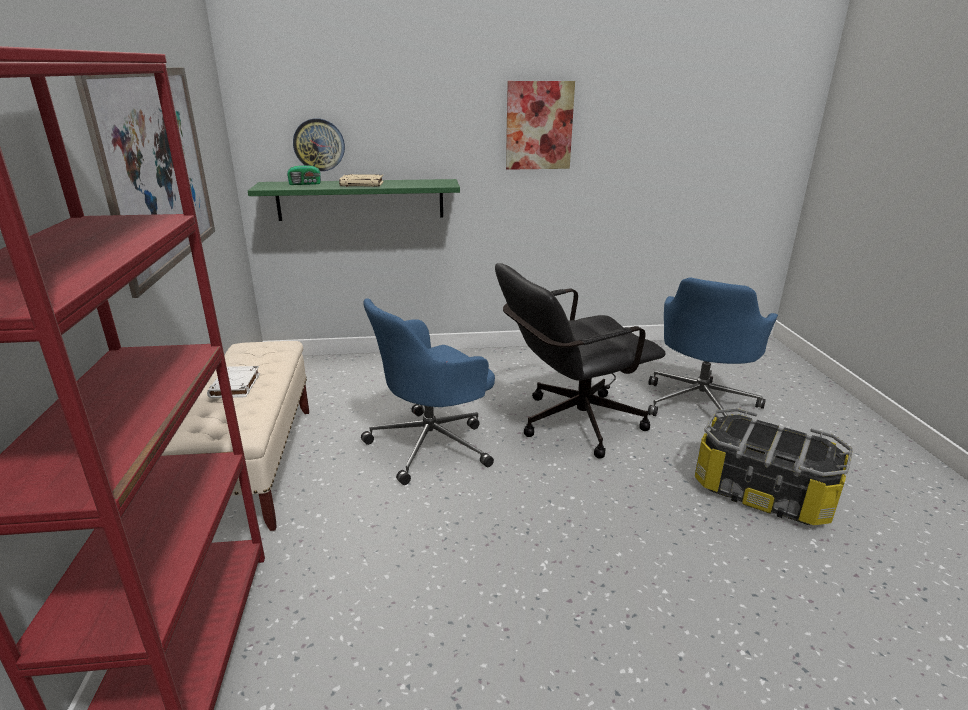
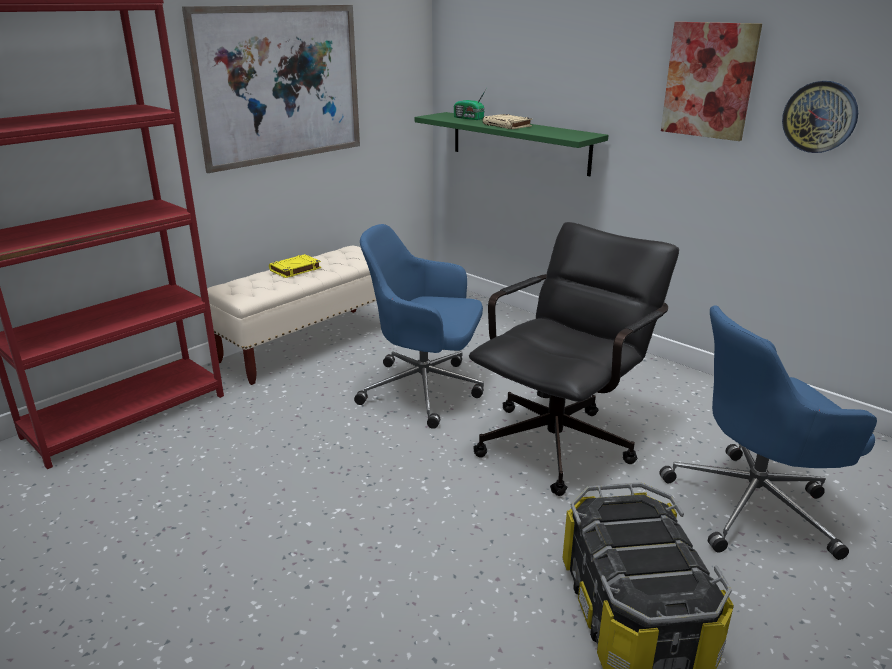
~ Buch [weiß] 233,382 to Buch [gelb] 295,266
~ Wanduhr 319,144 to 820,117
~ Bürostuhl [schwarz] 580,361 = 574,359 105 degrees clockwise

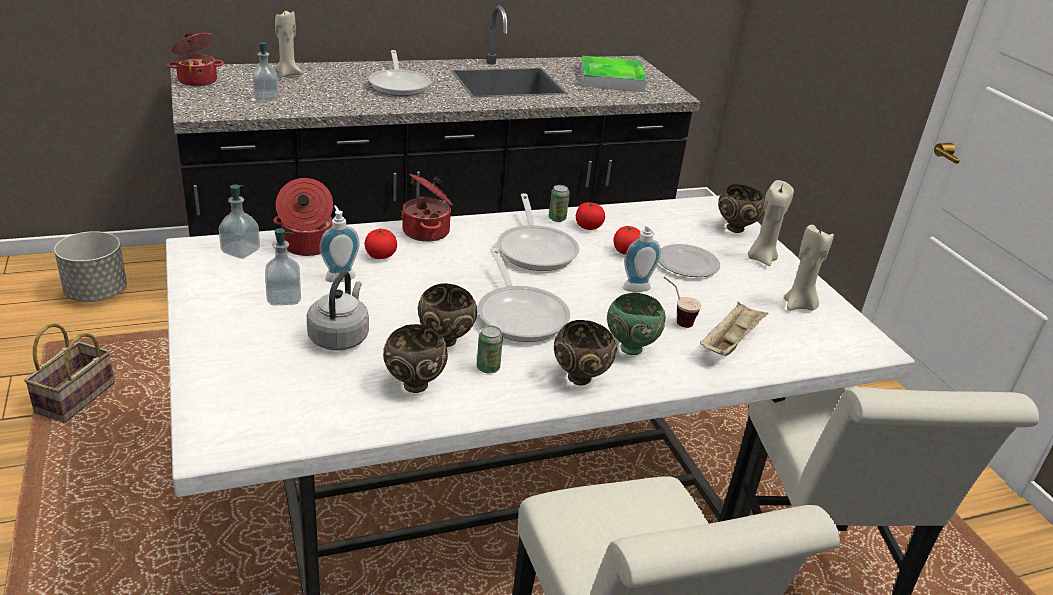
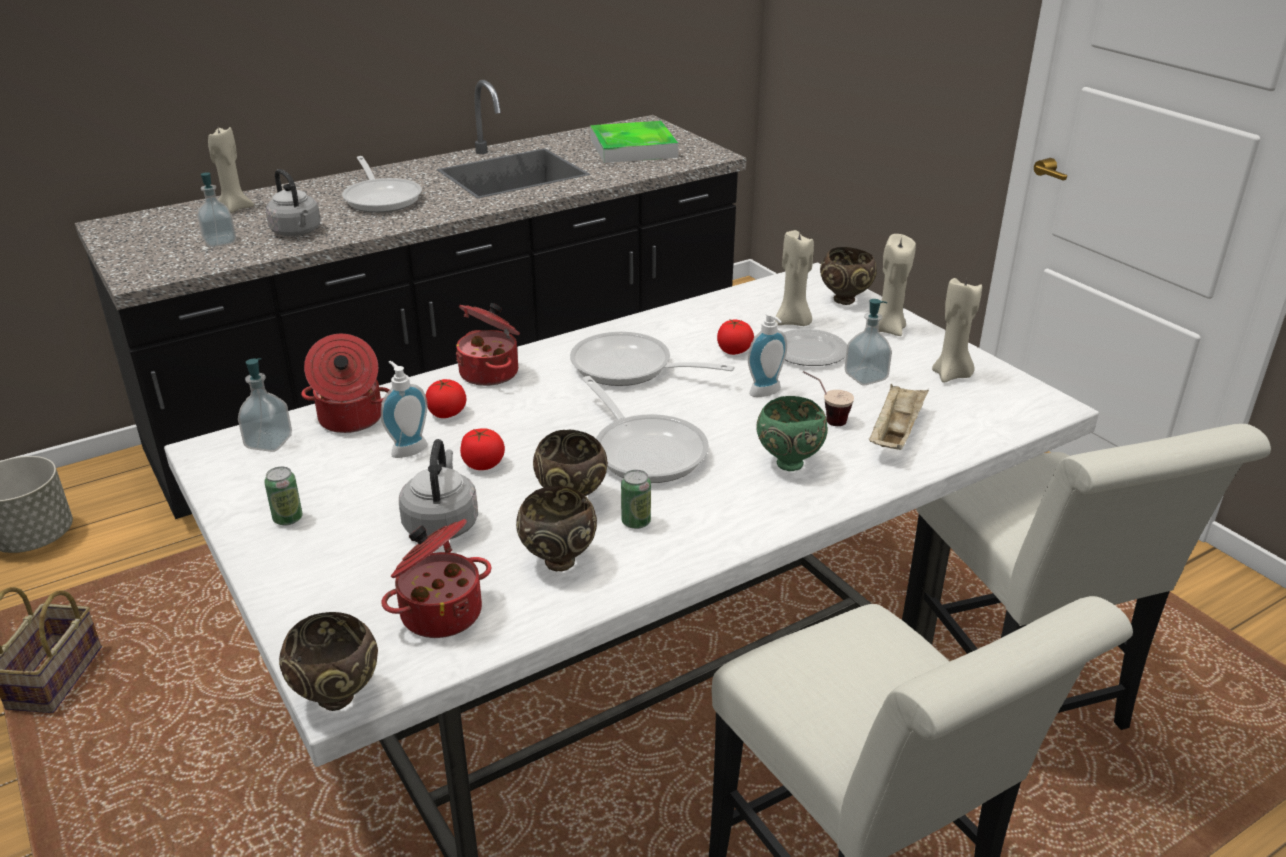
~ Kochtopf 195,59 to 436,578
~ Seifenspender 283,267 to 868,342
~ Pfanne 538,232 = 652,359 135 degrees clockwise
~ Dose 559,203 to 283,496
~ Schüssel [braun] 585,353 to 328,661
~ Tomate 590,216 to 482,449
+ Wasserkessel [grau] 293,202
+ Kerze [beige] 794,278

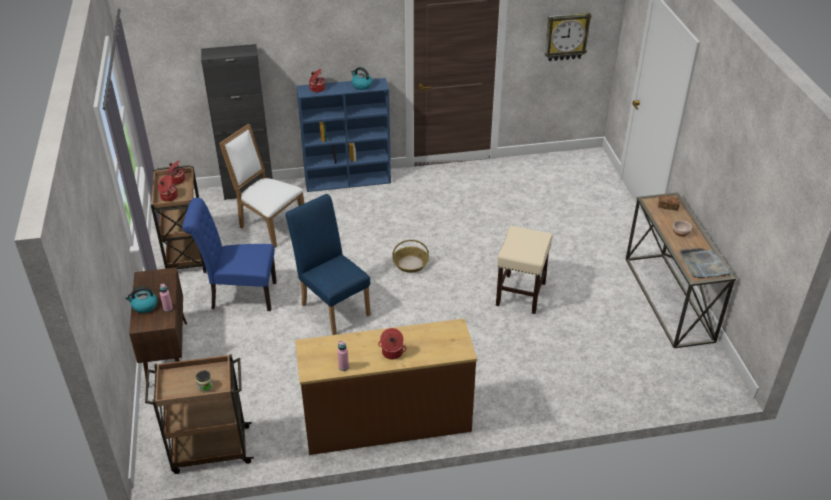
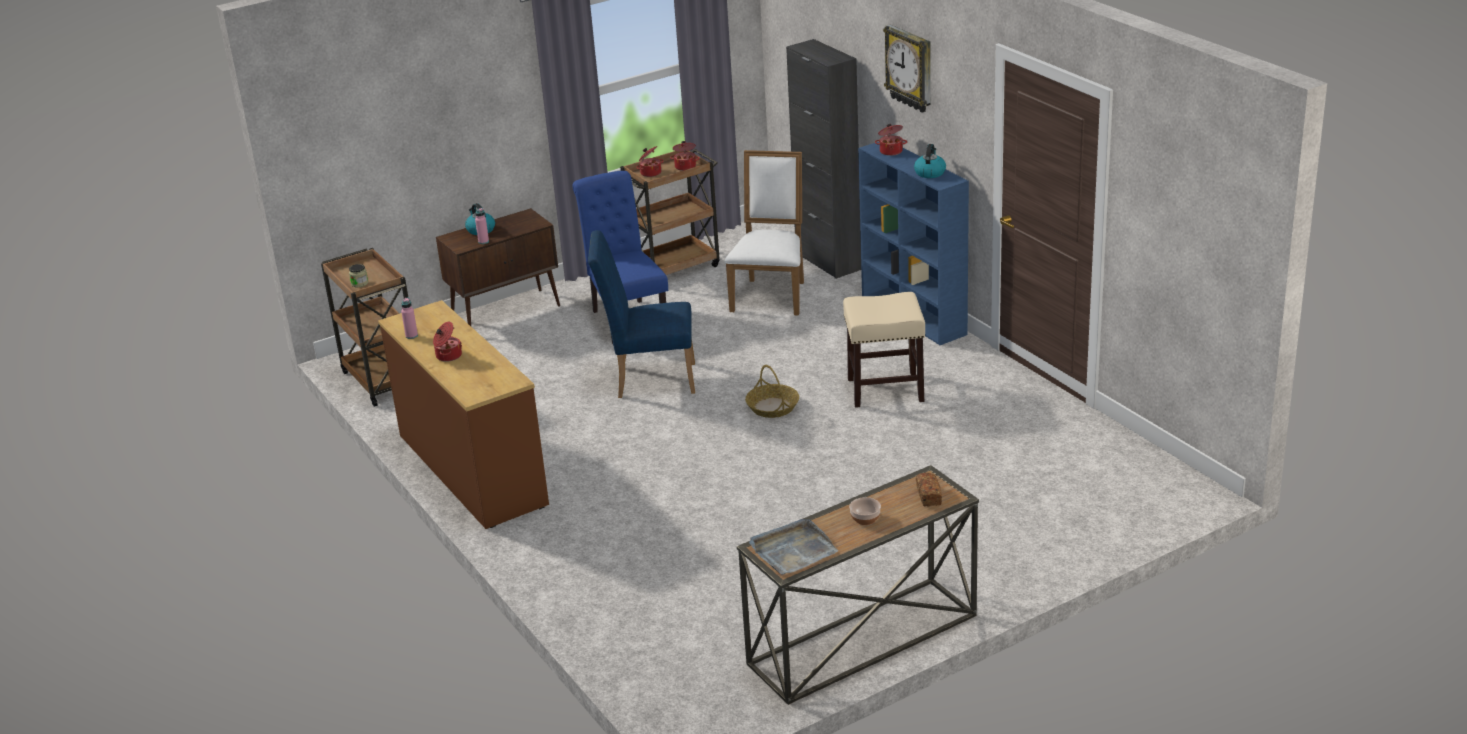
~ Stuhl [blau] 328,264 = 641,314 120 degrees counterclockwise
~ Hocker [beige] 524,270 to 884,350
~ Wanduhr 568,36 to 907,68

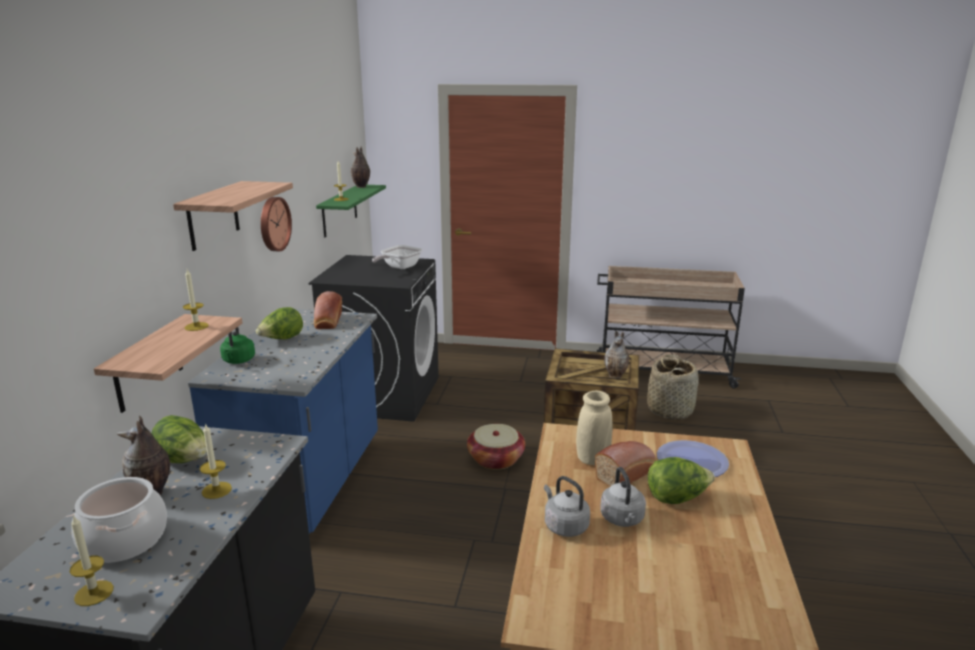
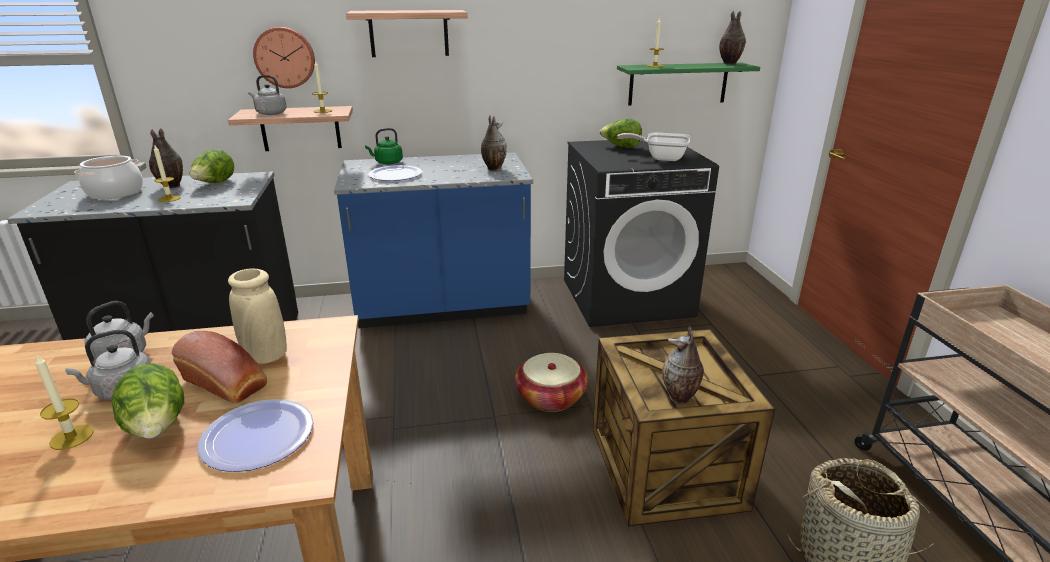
~ Kerze 92,560 to 64,401
~ Salatkopf 279,323 to 621,133
~ Wanduhr 276,224 to 284,57
~ Brot 328,310 to Vase 494,143
+ Wasserkessel [grau] 267,95
+ Teller 395,173

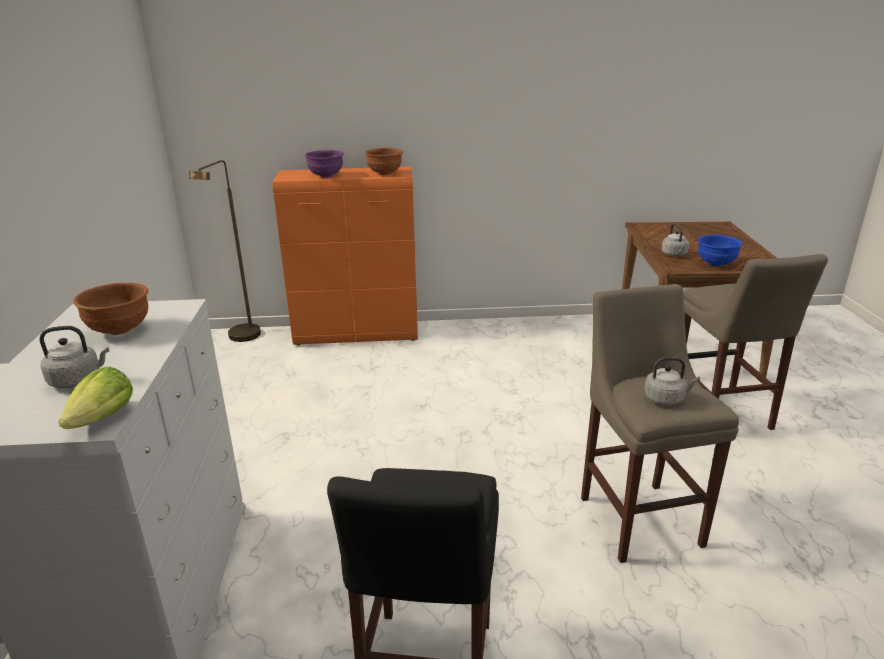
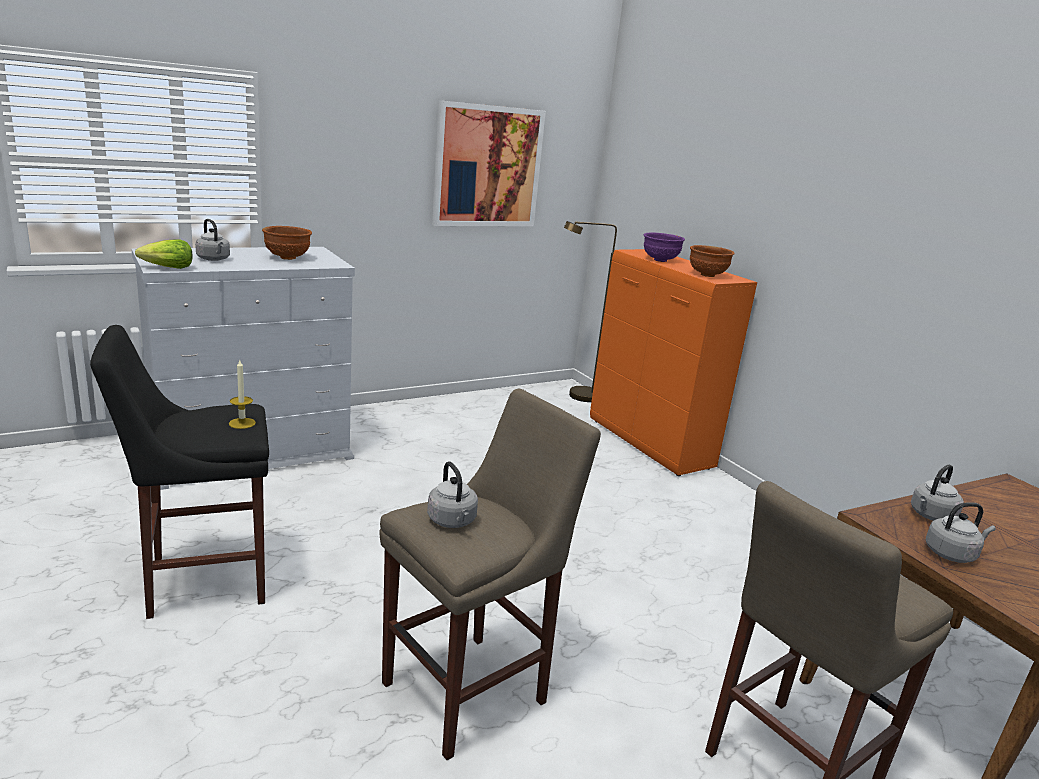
~ Schüssel [blau] 720,250 to Wasserkessel [grau] 961,532
+ Kerze 242,394
+ Bild 489,163

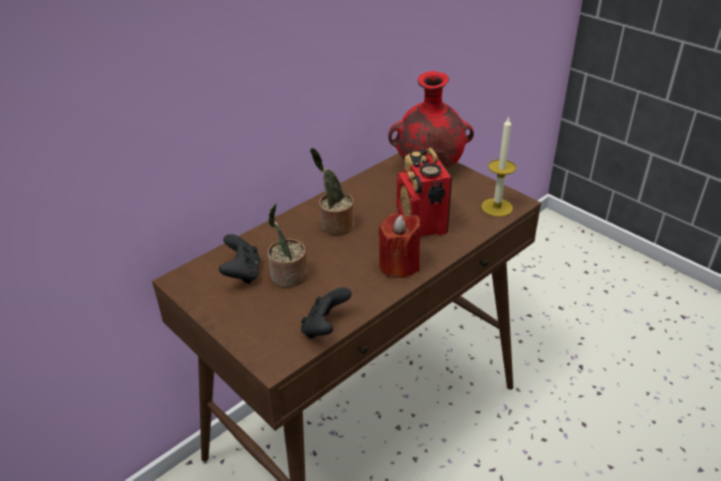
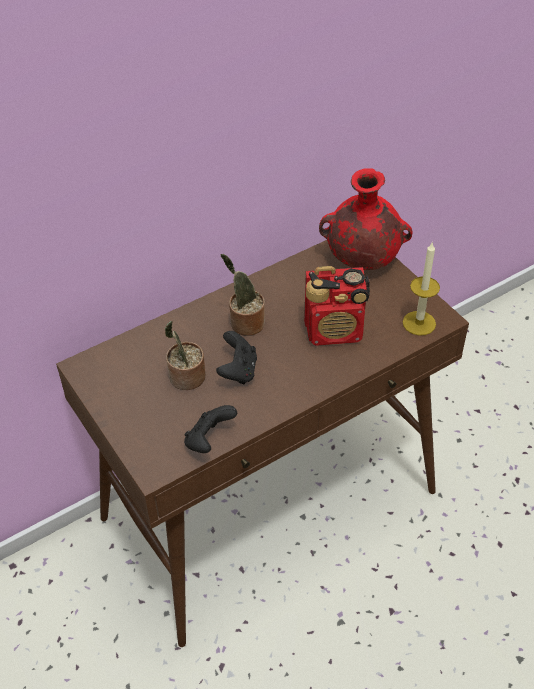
~ Gamepad [schwarz] 239,259 to 236,357
- Kerze [rot] 399,245
~ Radio 424,192 = 337,306 90 degrees counterclockwise

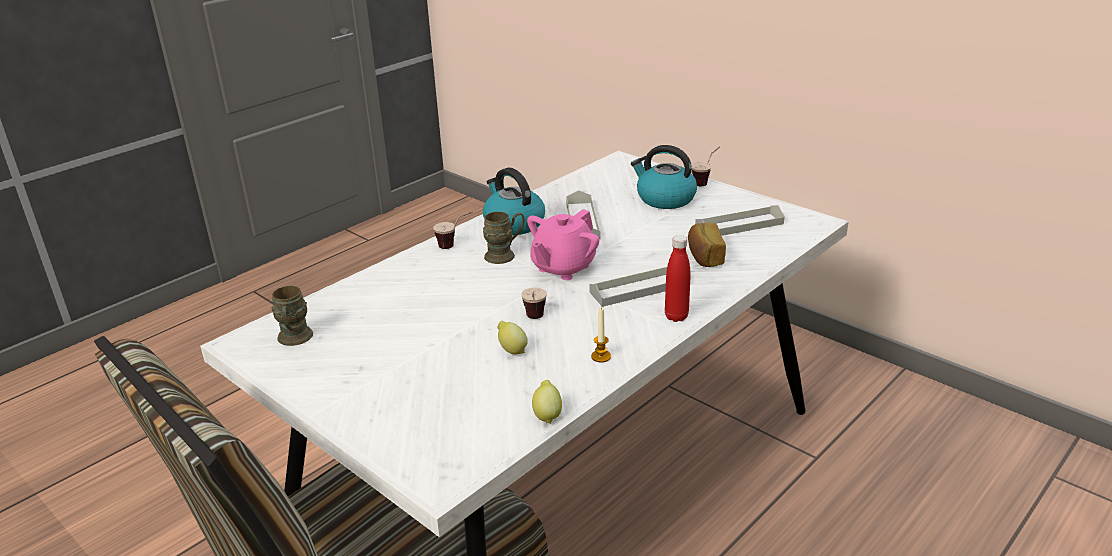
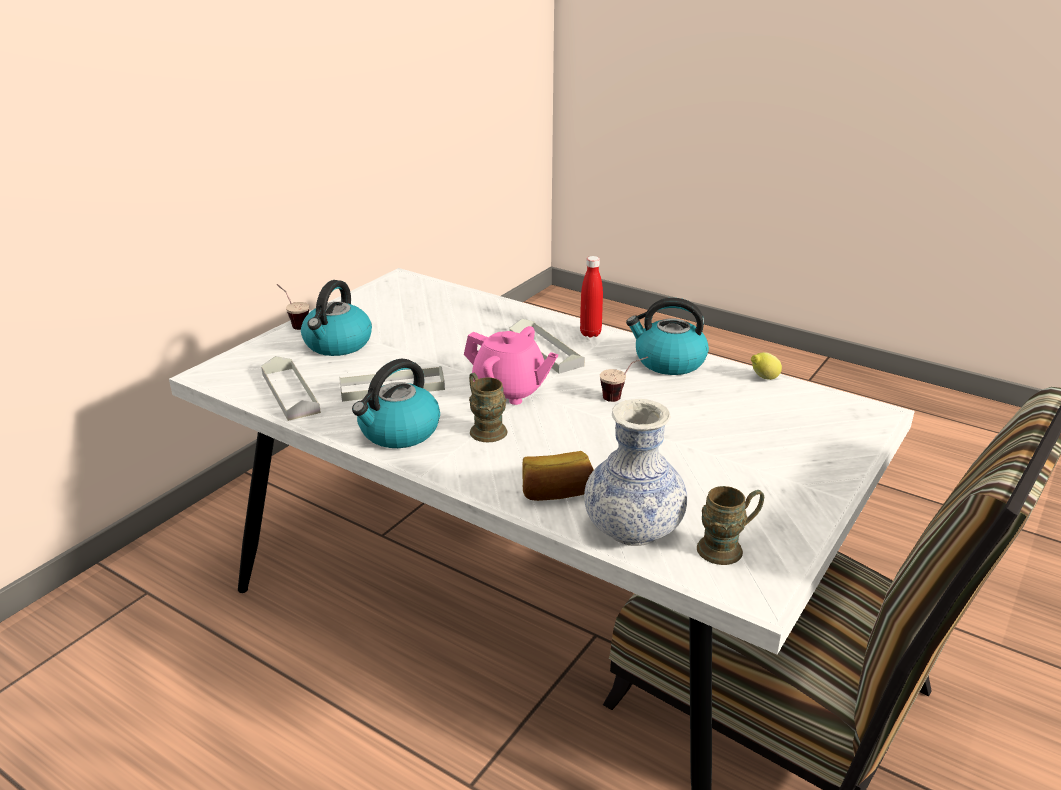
- Tasse 453,230
- Zitrone 512,338
~ Kerze 601,335 to Wasserkessel 667,336
~ Brot 707,244 to 558,476
~ Tablett [grau] 740,220 to 291,388
+ Vase 635,472

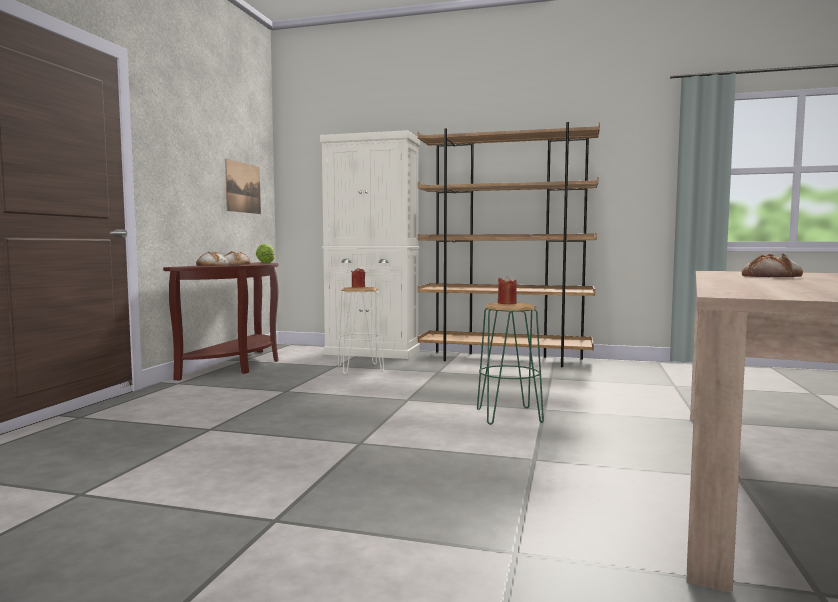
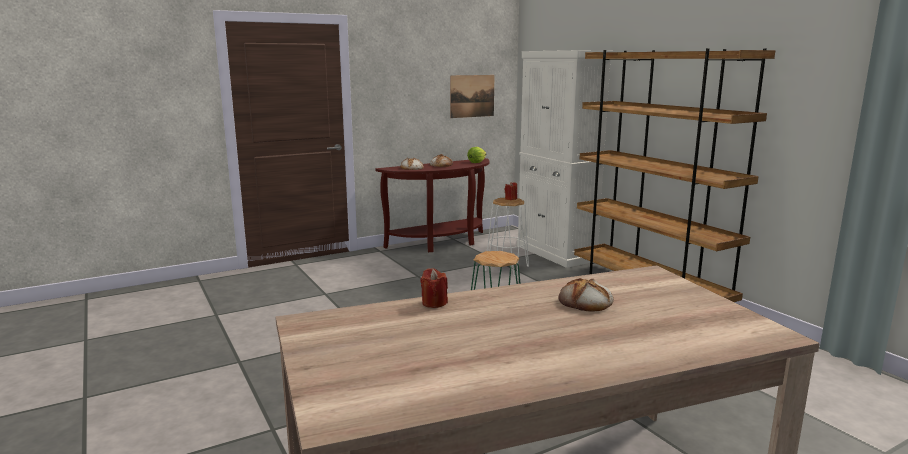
~ Kerze [rot] 507,290 to 434,288

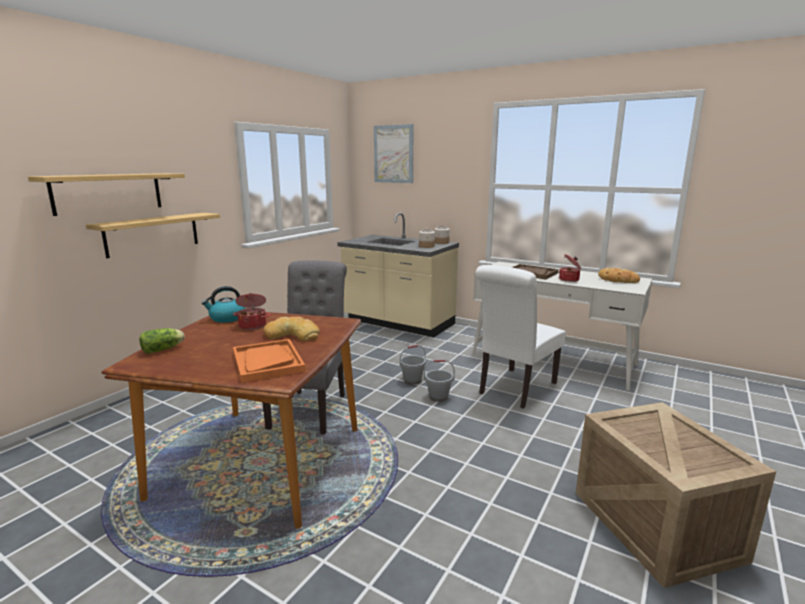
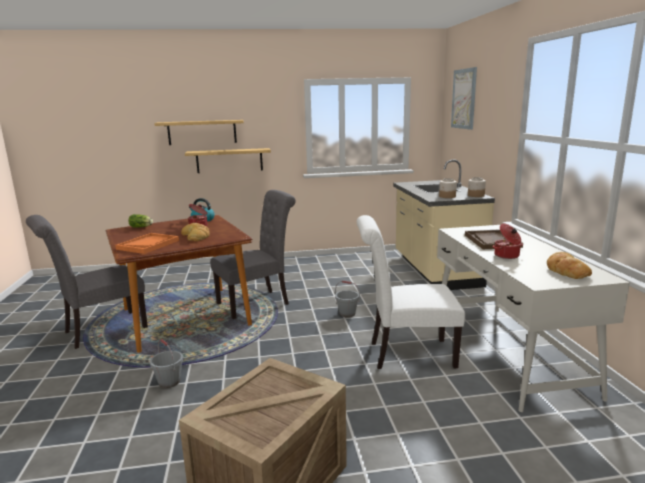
~ Eimer [grau] 439,381 to 166,363
+ Stuhl [grau] 87,282

